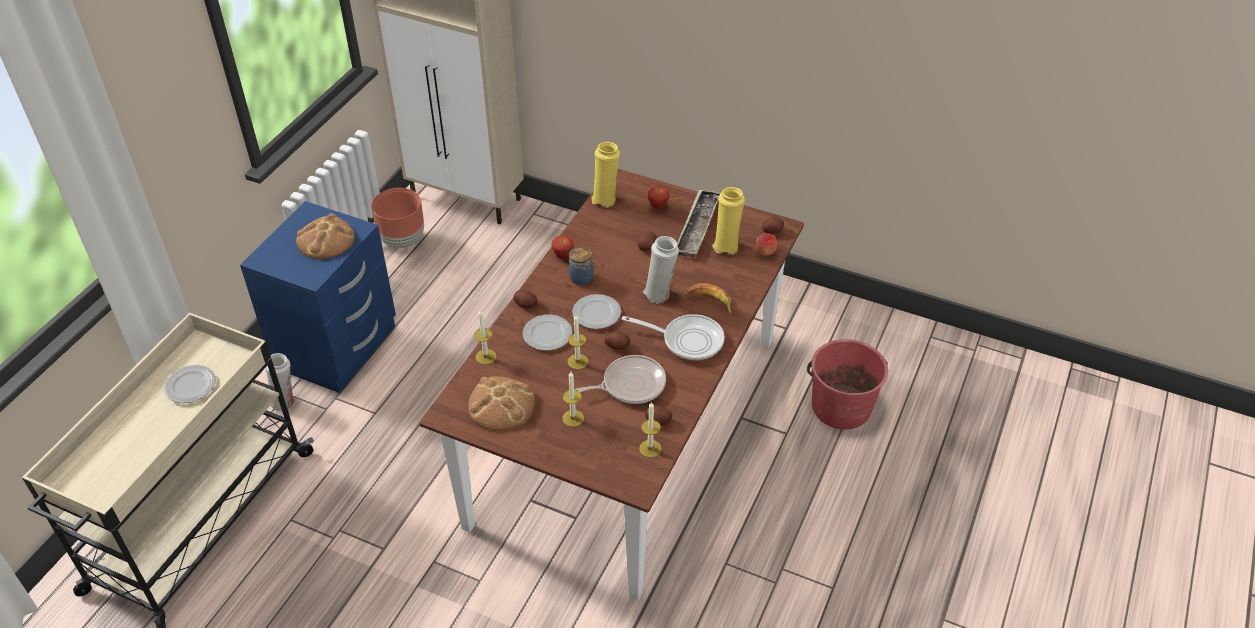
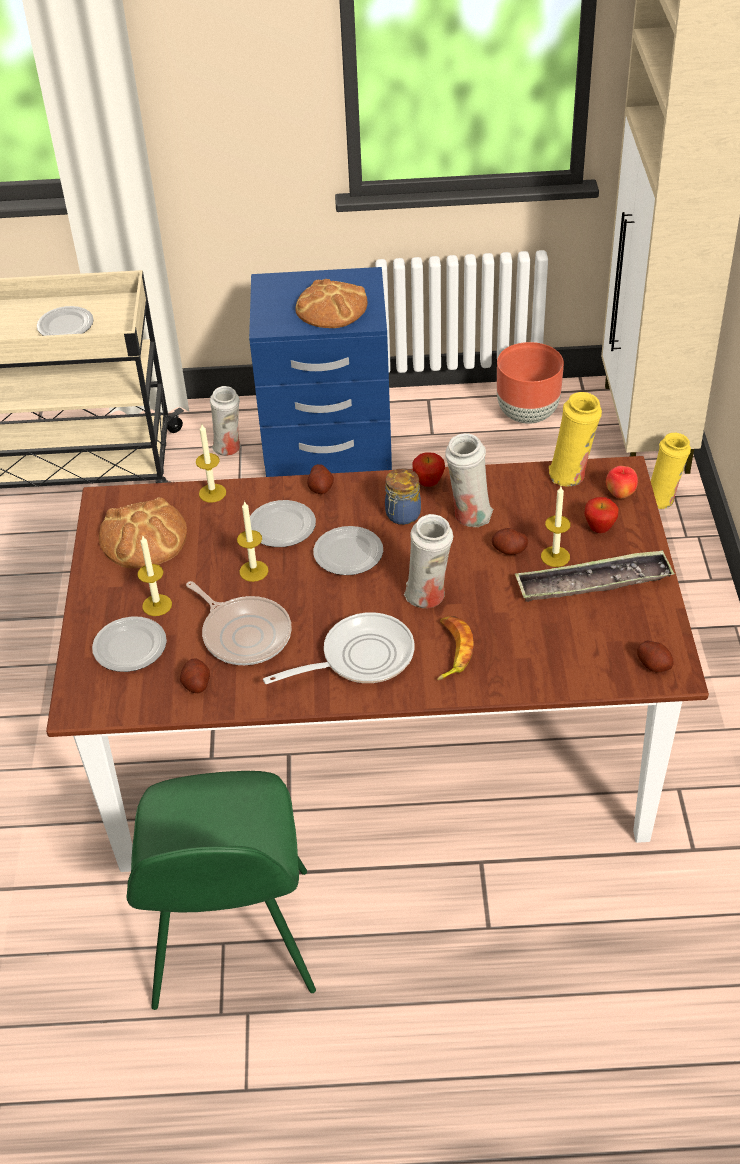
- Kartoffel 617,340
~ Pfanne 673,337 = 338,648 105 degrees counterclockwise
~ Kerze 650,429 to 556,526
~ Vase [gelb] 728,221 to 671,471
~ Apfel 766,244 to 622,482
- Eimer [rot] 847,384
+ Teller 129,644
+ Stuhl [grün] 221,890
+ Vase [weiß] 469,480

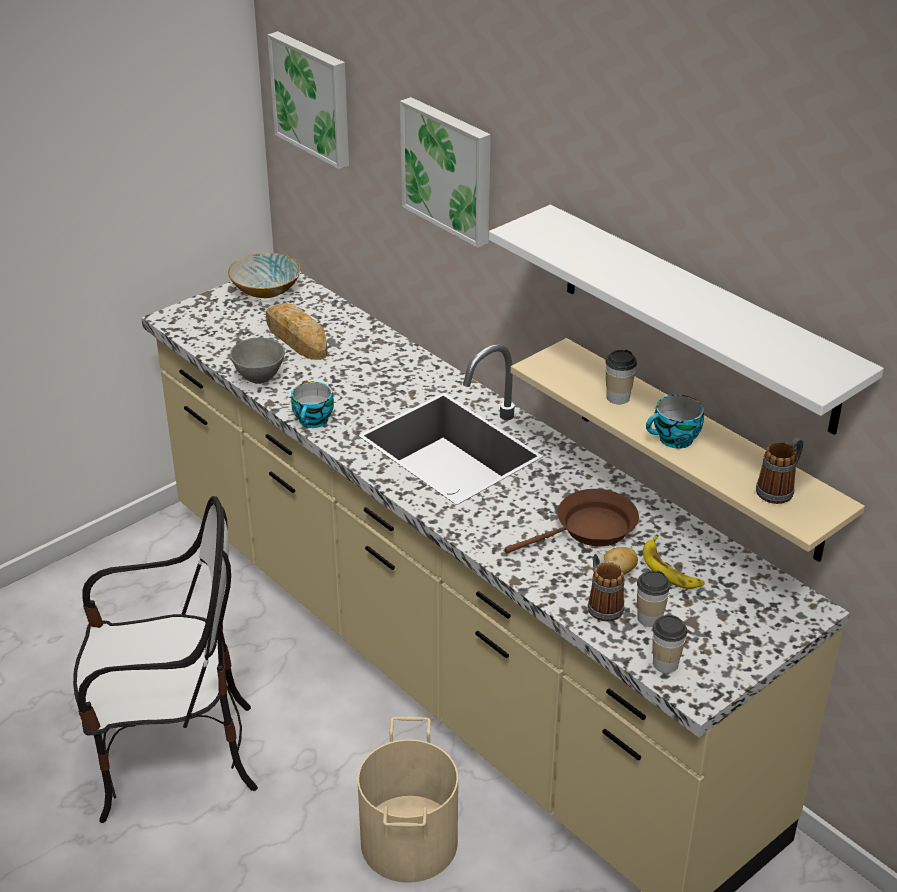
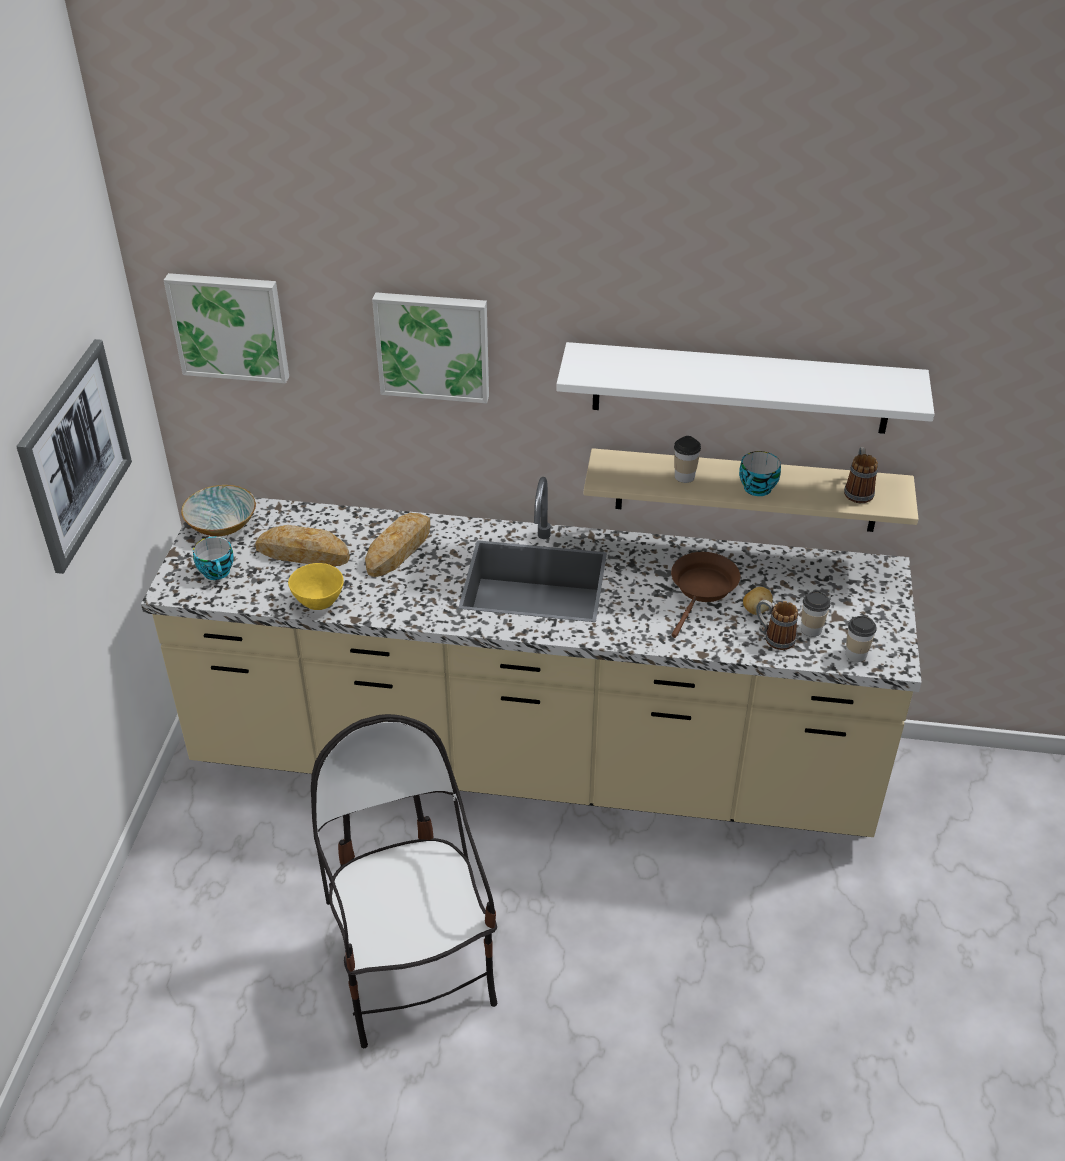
~ Stuhl 165,659 = 404,881 60 degrees counterclockwise
~ Schüssel [grau] 257,361 to Schüssel [gelb] 316,586
~ Tasse 312,405 to 213,558
- Eimer [beige] 408,800
- Banane 674,562
+ Bild 74,456
+ Brot 397,545

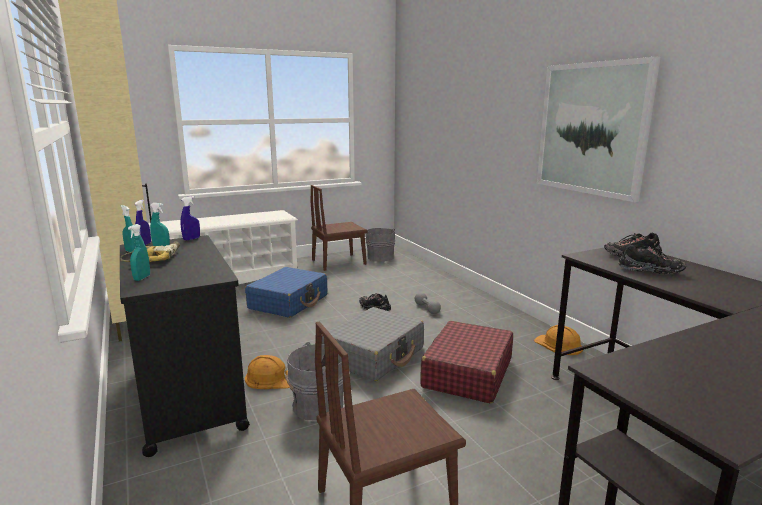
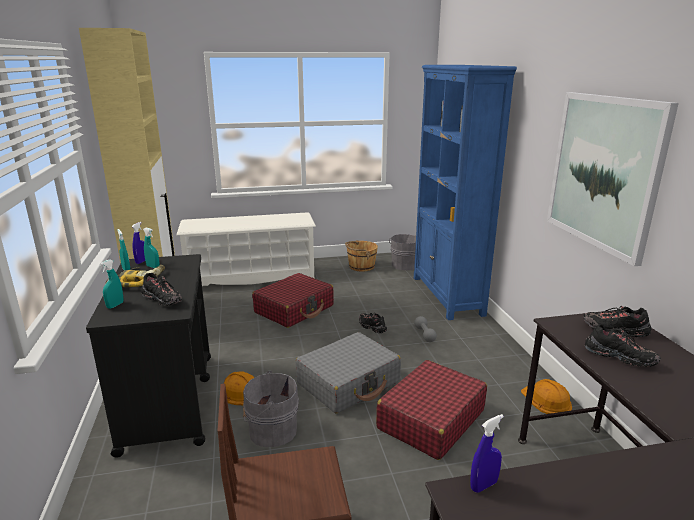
~ Sprühflasche [blau] 190,218 to 487,453
~ Koffer [blau] 286,292 to Koffer [rot] 293,300
~ Stuhl [braun] 339,228 to Eimer [braun] 361,256
+ Schuh [schwarz] 161,289
+ Bücherregal [blau] 465,192

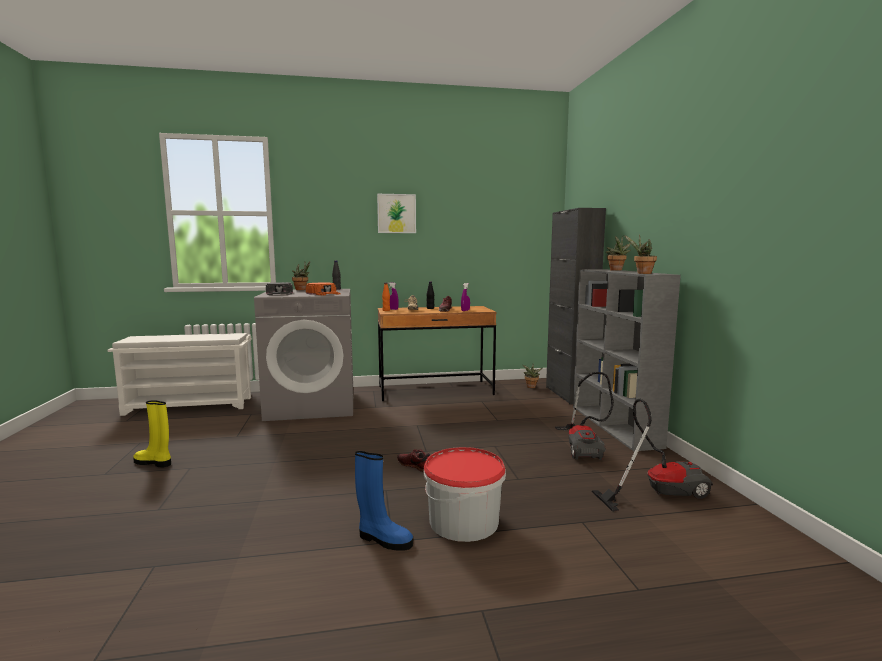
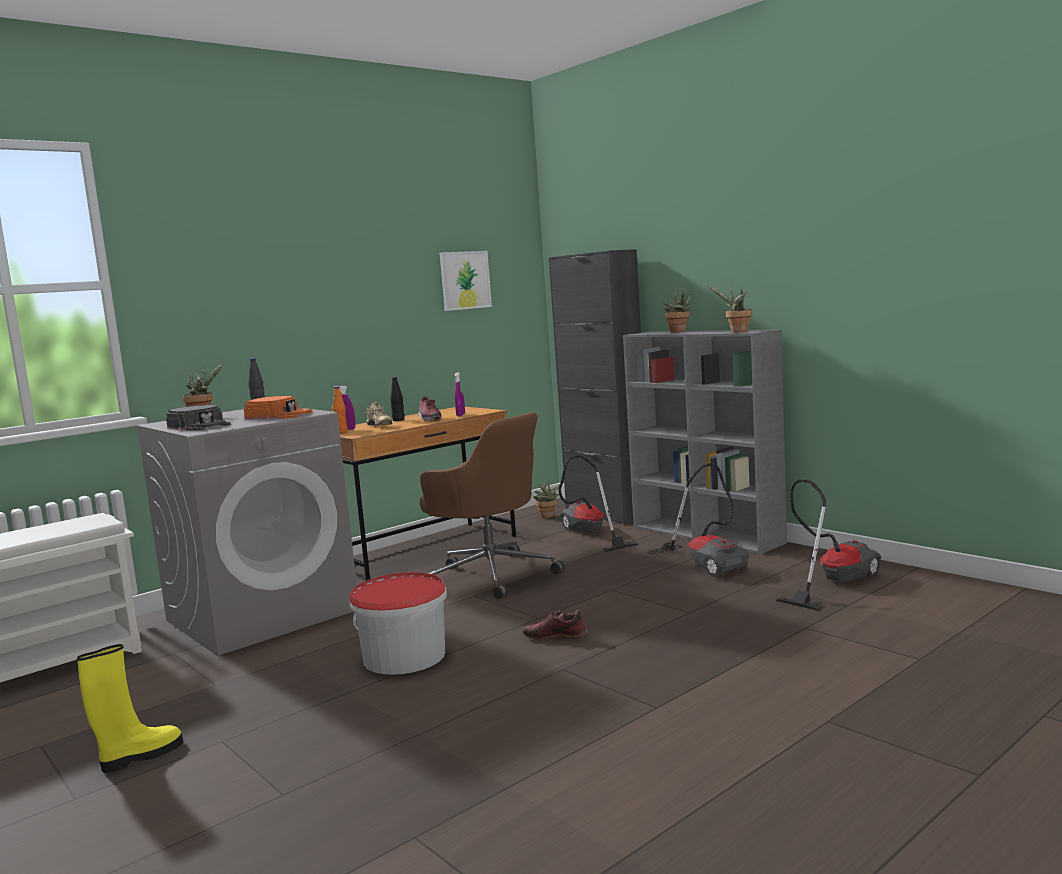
~ Stiefel [gelb] 152,433 = 130,708 150 degrees clockwise
- Stiefel [blau] 384,501
~ Bild 396,213 to 466,281
~ Eimer 465,494 to 398,623
+ Bürostuhl [braun] 492,505
+ Staubsauger 598,503

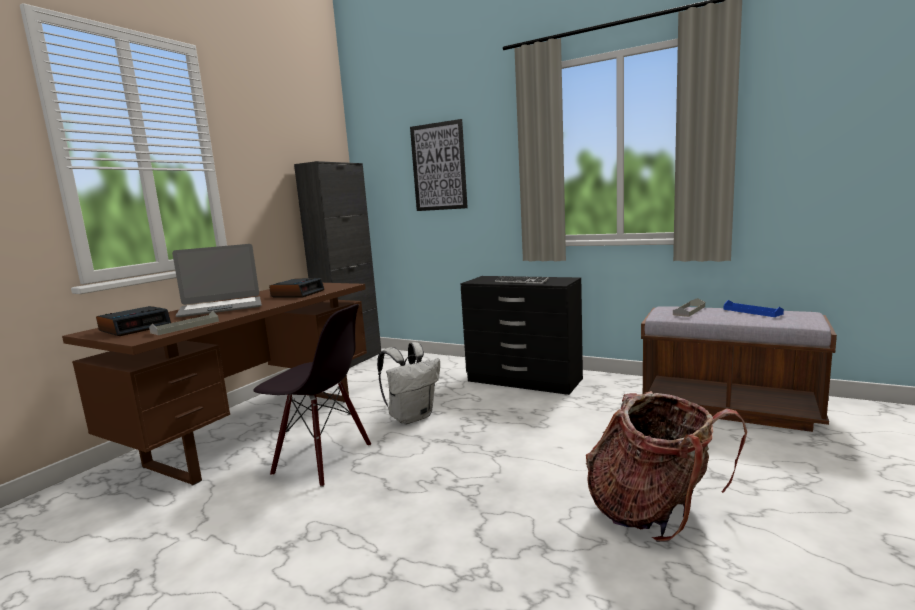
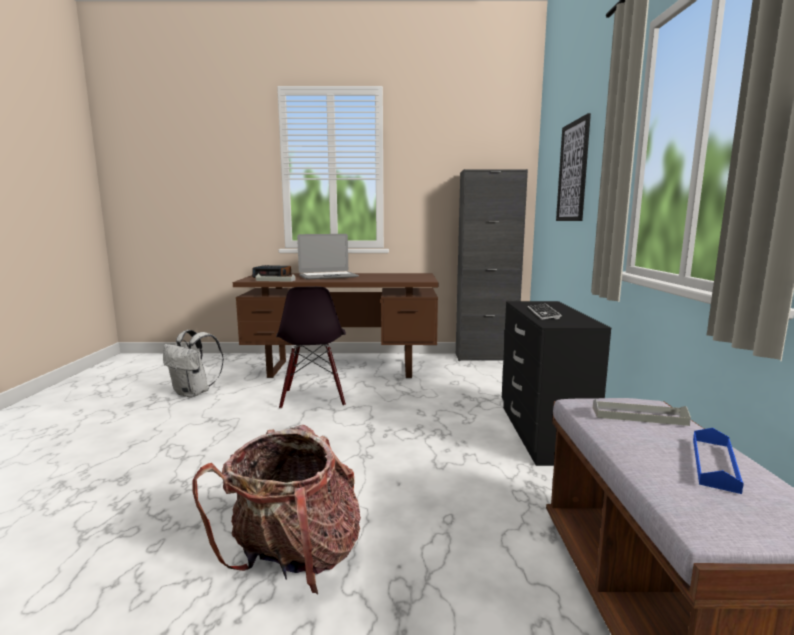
~ Laptop 217,280 = 328,257 60 degrees counterclockwise
- Wecker 296,287
~ Rucksack [weiß] 408,383 to 193,364

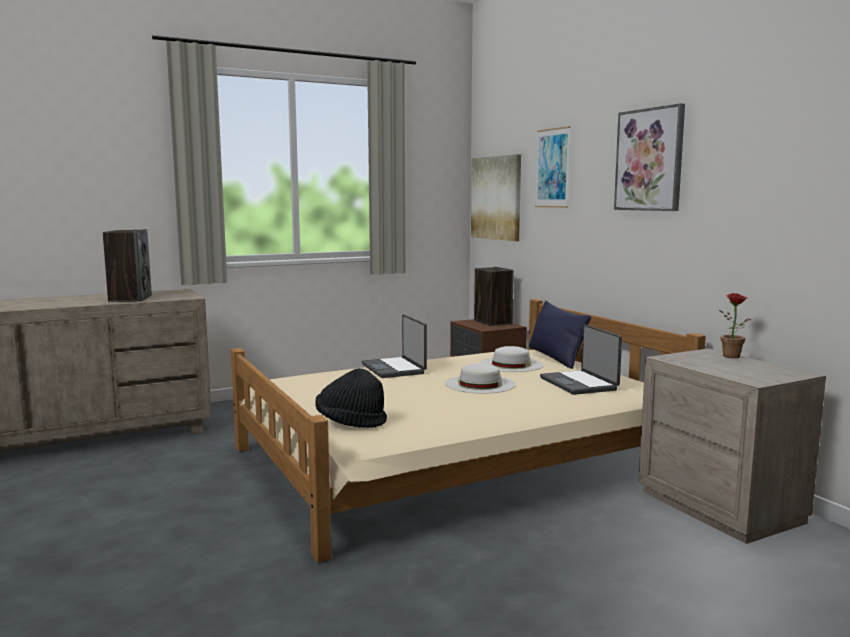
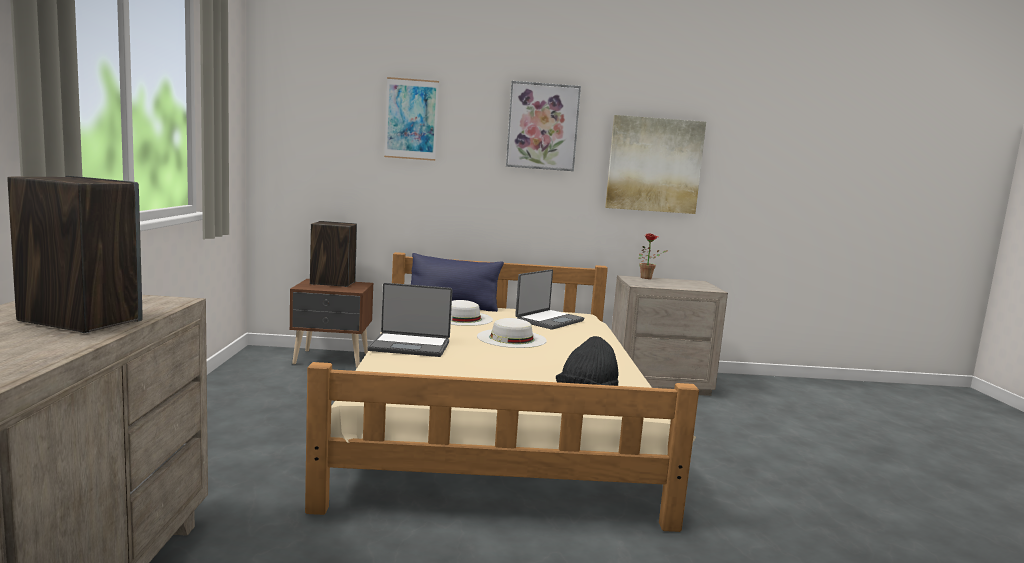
~ Bild 496,197 to 655,164
~ Laptop 581,359 = 549,299 60 degrees counterclockwise

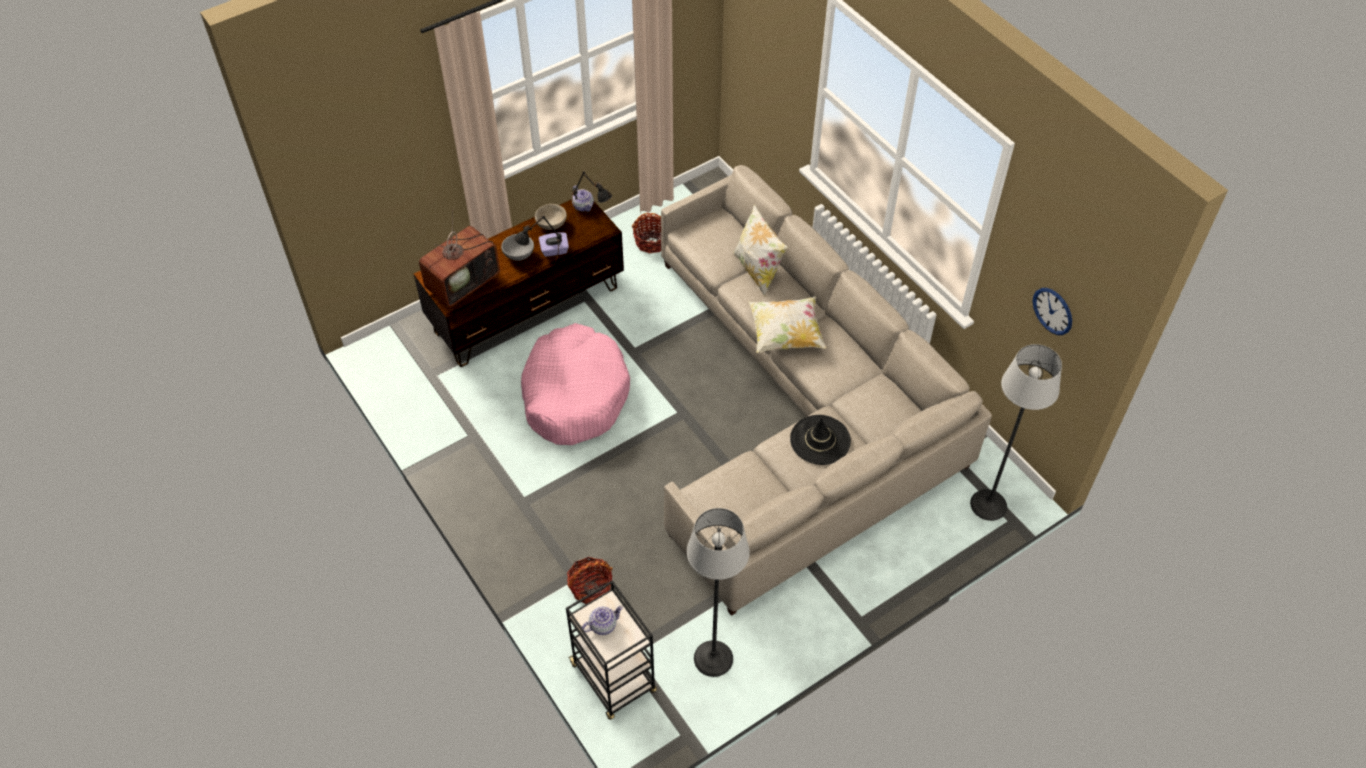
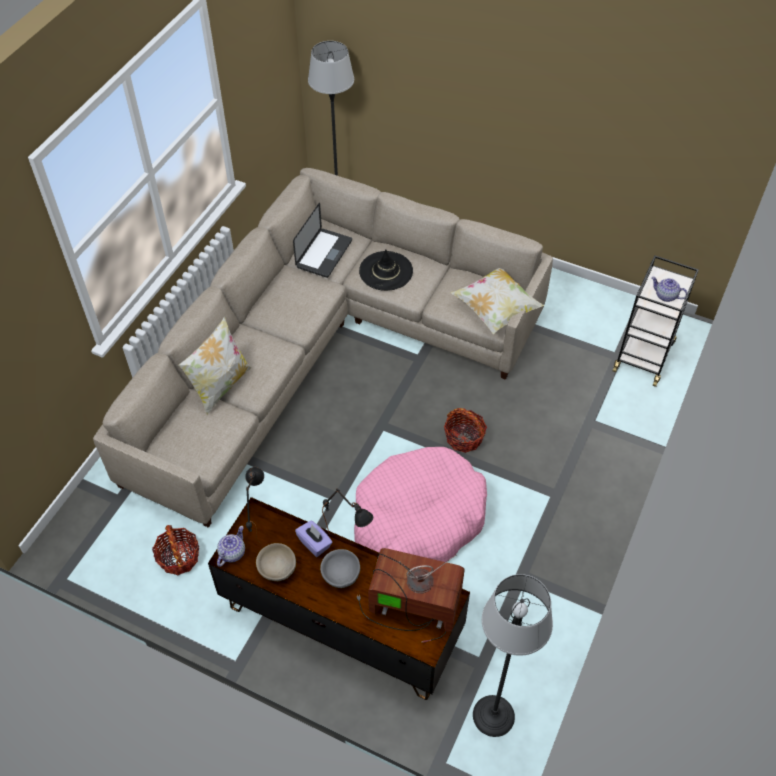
~ Korb 590,580 to 465,430
~ Stehlampe 718,592 to 513,655
~ Kissen 787,324 to 497,301
- Wanduhr 1052,311
+ Laptop 322,240

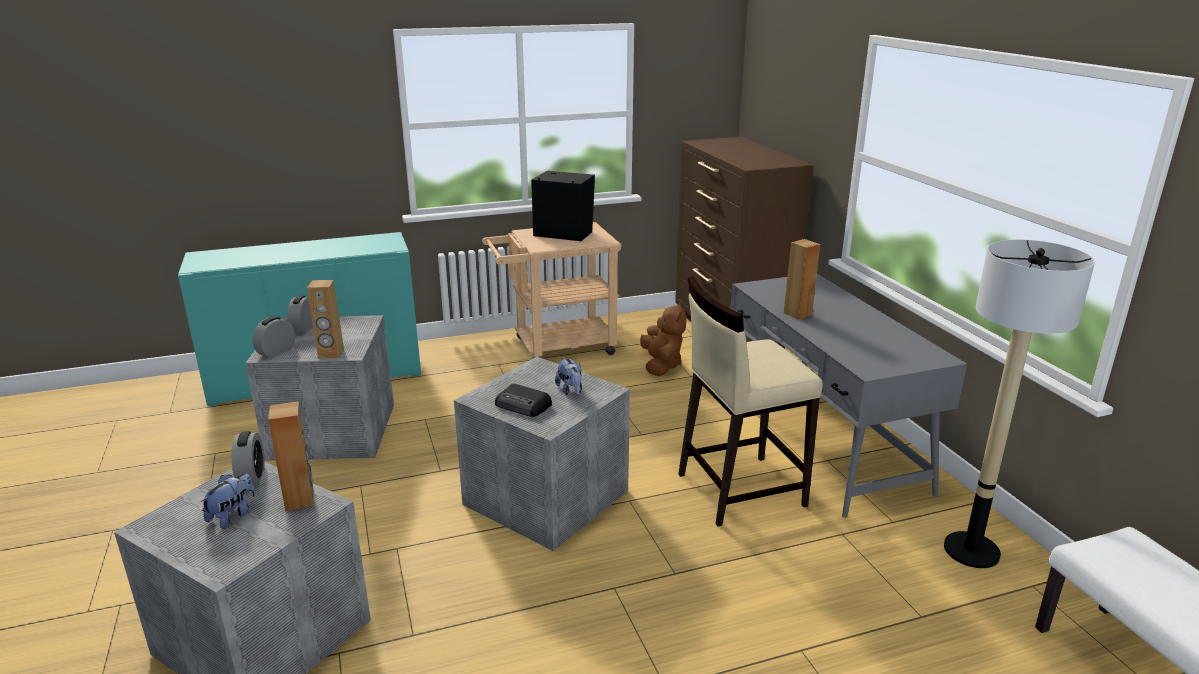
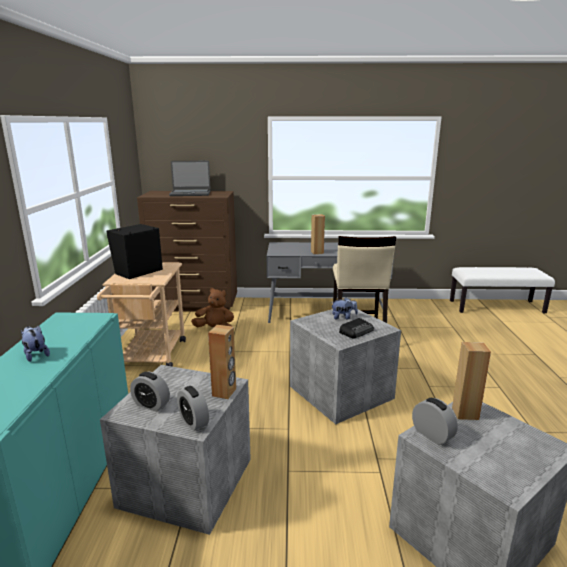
~ Plüschtier 228,501 to 35,344
~ Wecker 248,458 = 435,421 45 degrees clockwise
- Stehlampe 1019,404
+ Laptop 190,178

